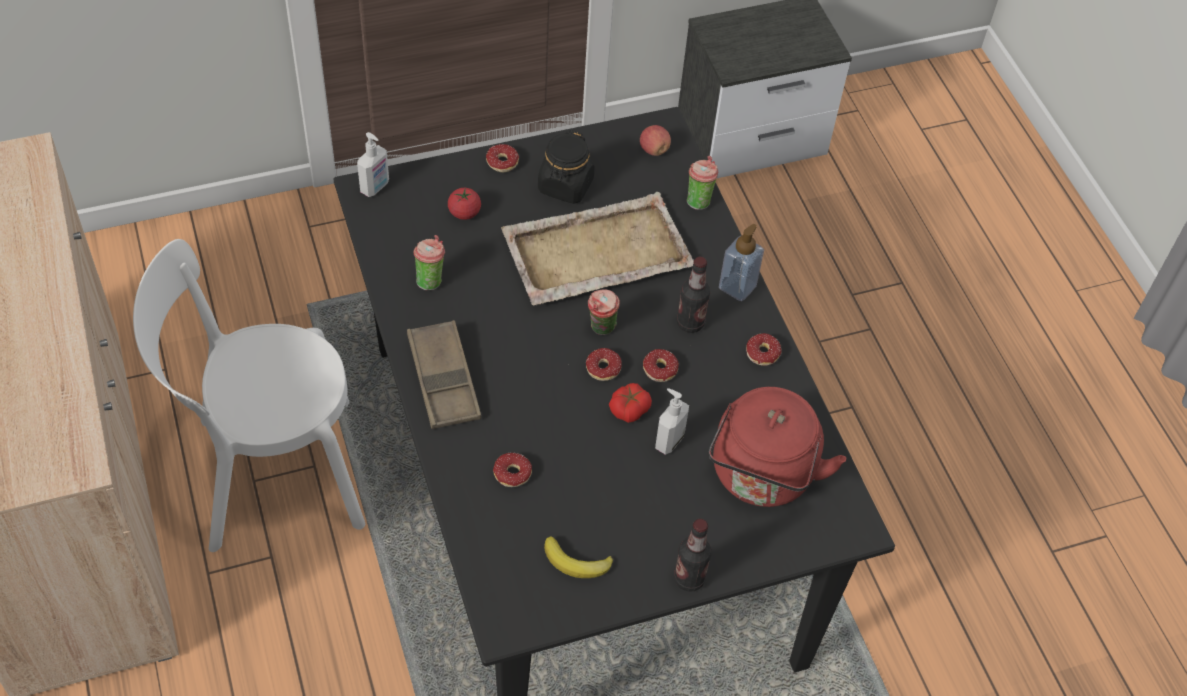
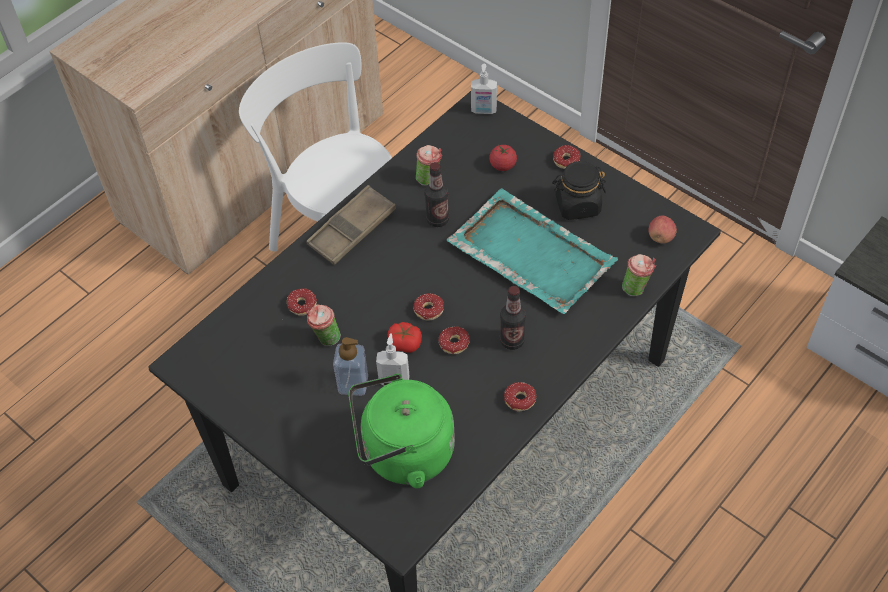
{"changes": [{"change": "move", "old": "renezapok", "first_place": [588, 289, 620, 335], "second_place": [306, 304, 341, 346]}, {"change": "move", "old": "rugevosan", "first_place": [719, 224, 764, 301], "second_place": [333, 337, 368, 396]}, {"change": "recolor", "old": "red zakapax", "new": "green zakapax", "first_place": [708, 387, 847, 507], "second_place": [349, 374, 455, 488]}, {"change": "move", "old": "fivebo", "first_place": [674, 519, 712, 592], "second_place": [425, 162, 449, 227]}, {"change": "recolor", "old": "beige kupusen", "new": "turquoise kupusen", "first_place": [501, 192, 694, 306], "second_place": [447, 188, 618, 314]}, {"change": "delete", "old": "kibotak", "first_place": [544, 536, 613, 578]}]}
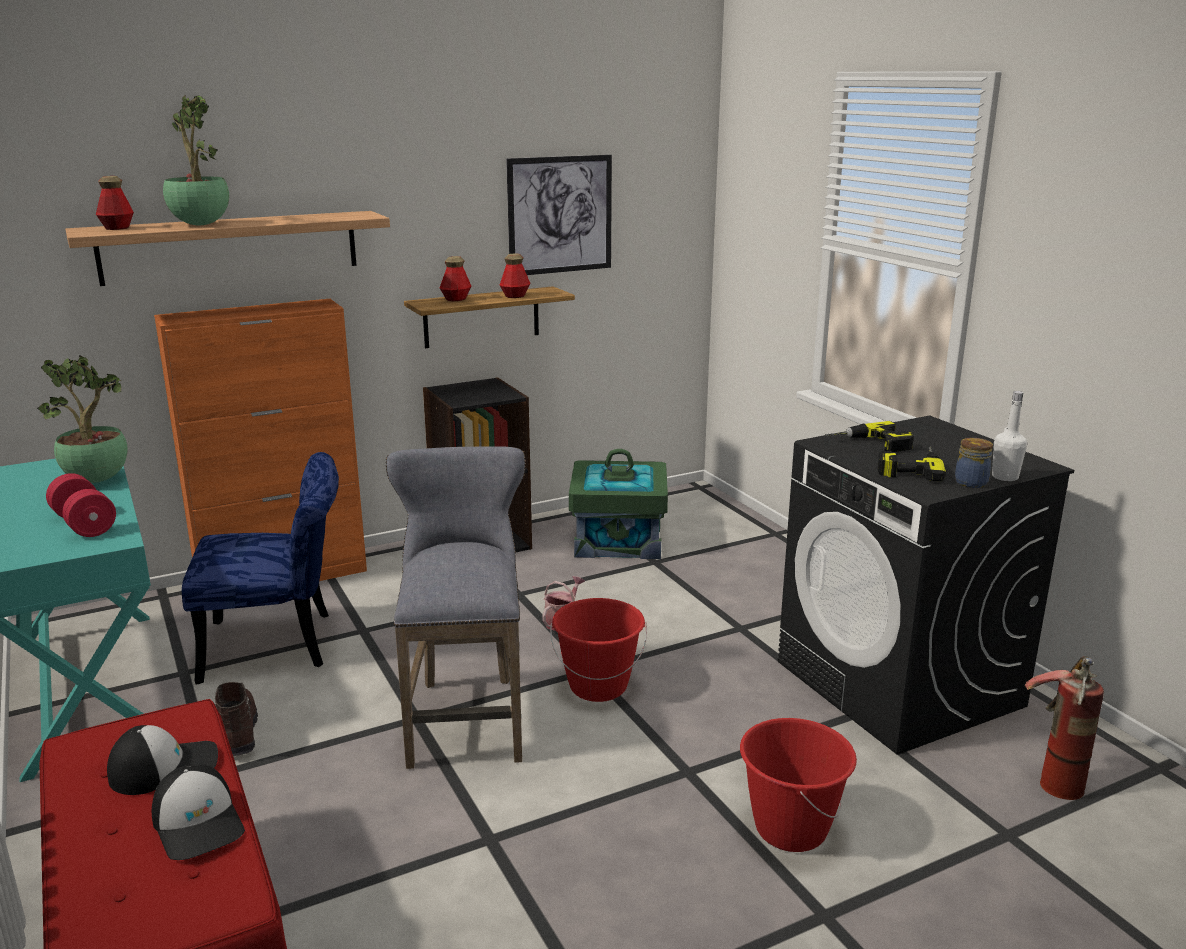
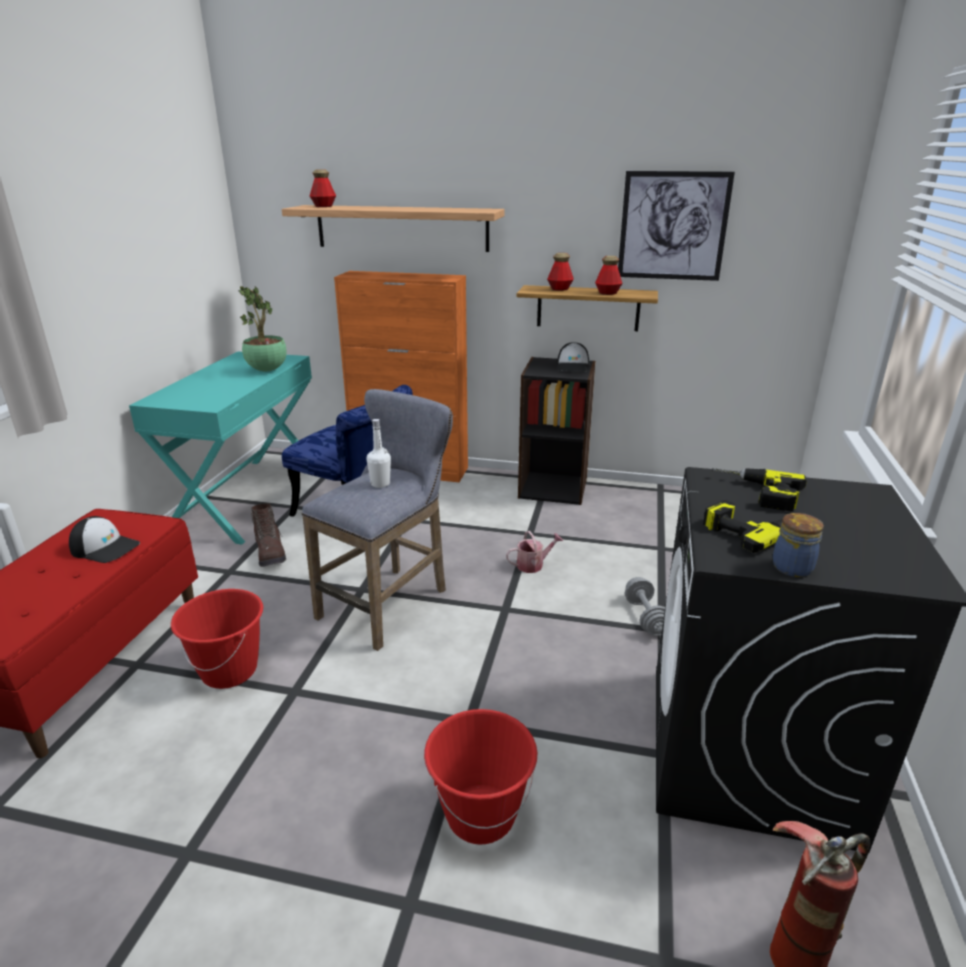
{"changes": [{"change": "move", "old": "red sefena", "first_place": [550, 598, 647, 702], "second_place": [171, 589, 263, 689]}, {"change": "rotate", "old": "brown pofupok", "first_place": [215, 682, 258, 756], "second_place": [251, 503, 286, 567], "degrees": 135}, {"change": "move", "old": "white fivebo", "first_place": [992, 391, 1027, 481], "second_place": [367, 419, 391, 488]}, {"change": "move", "old": "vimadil", "first_place": [152, 764, 245, 860], "second_place": [557, 342, 589, 372]}, {"change": "insert", "new": "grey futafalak", "second_place": [625, 577, 665, 636]}, {"change": "delete", "old": "red futafalak", "first_place": [46, 473, 116, 537]}, {"change": "delete", "old": "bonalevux", "first_place": [163, 95, 229, 225]}, {"change": "delete", "old": "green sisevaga", "first_place": [569, 449, 668, 559]}]}
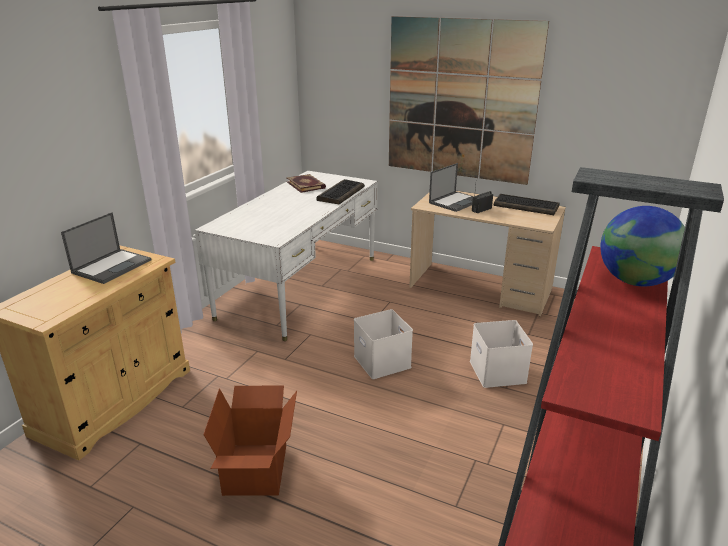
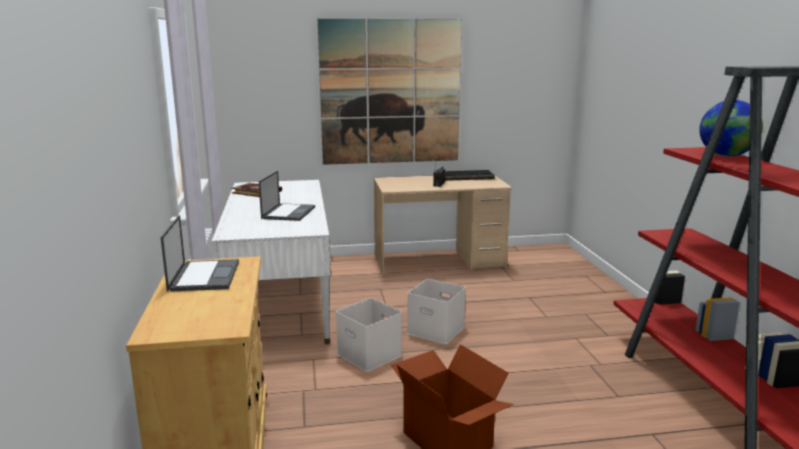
{"changes": [{"change": "move", "old": "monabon", "first_place": [429, 163, 474, 212], "second_place": [259, 171, 315, 221]}, {"change": "move", "old": "white sisevaga", "first_place": [470, 320, 533, 388], "second_place": [336, 298, 402, 372]}, {"change": "delete", "old": "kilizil", "first_place": [316, 179, 365, 204]}]}
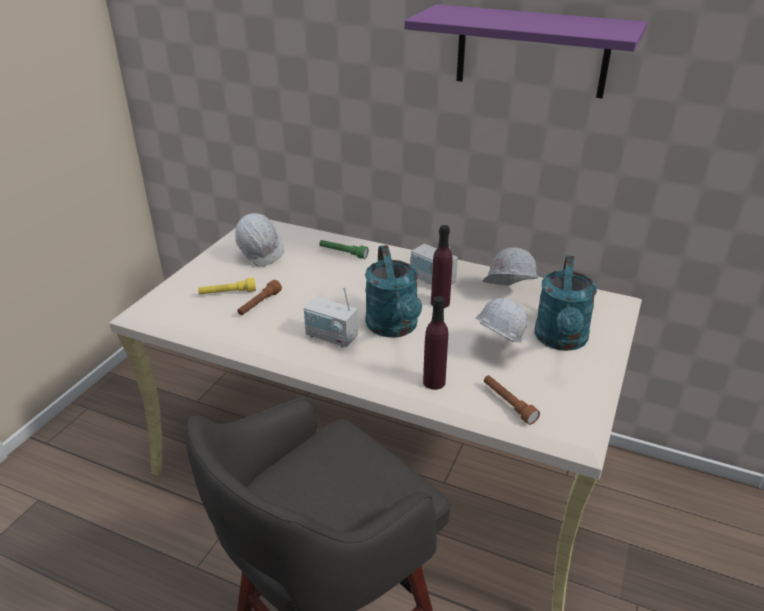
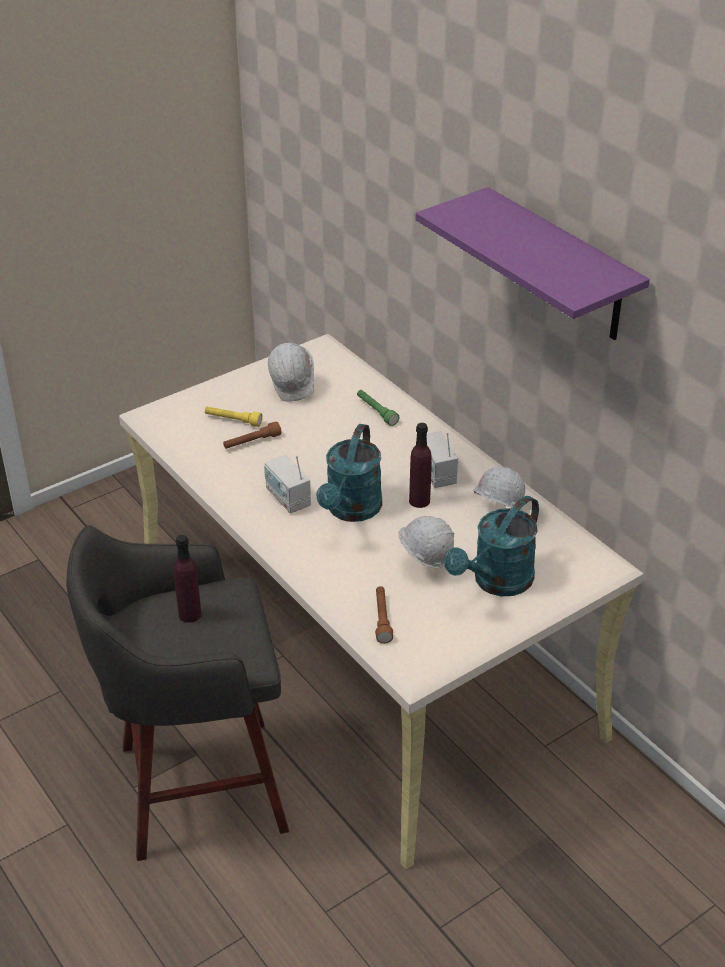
{"changes": [{"change": "move", "old": "purple fivebo", "first_place": [423, 296, 448, 390], "second_place": [174, 535, 202, 623]}]}
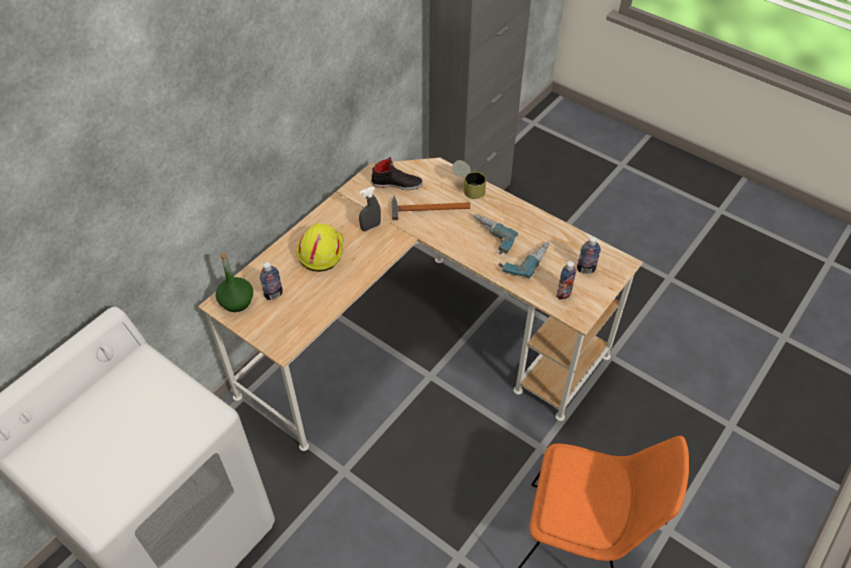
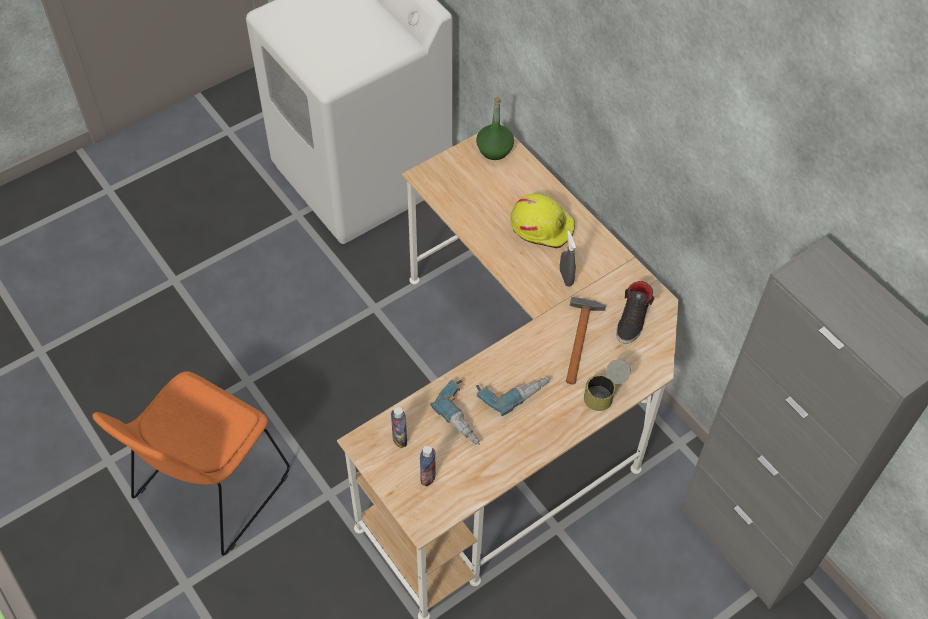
{"changes": [{"change": "delete", "old": "fivebo", "first_place": [260, 262, 283, 300]}]}
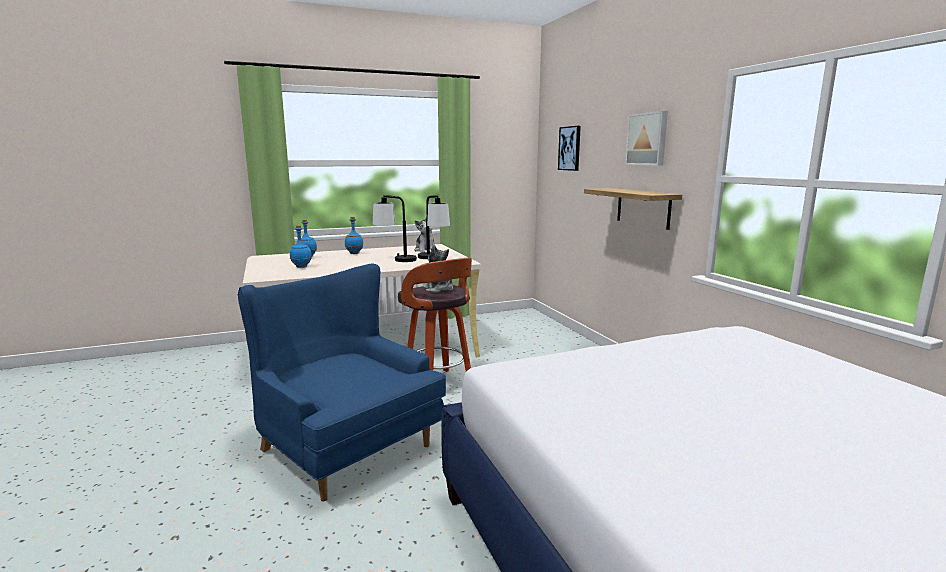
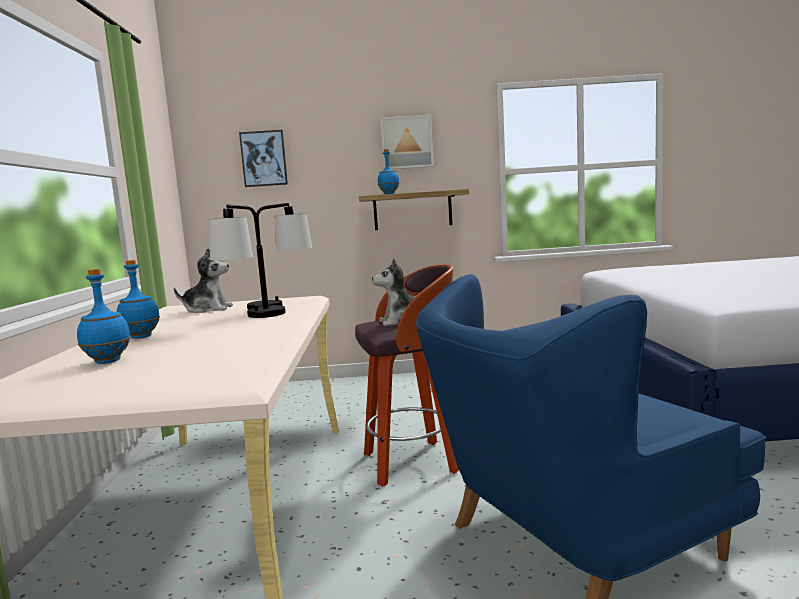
{"changes": [{"change": "move", "old": "blue fivebo", "first_place": [290, 225, 312, 268], "second_place": [378, 149, 399, 194]}]}
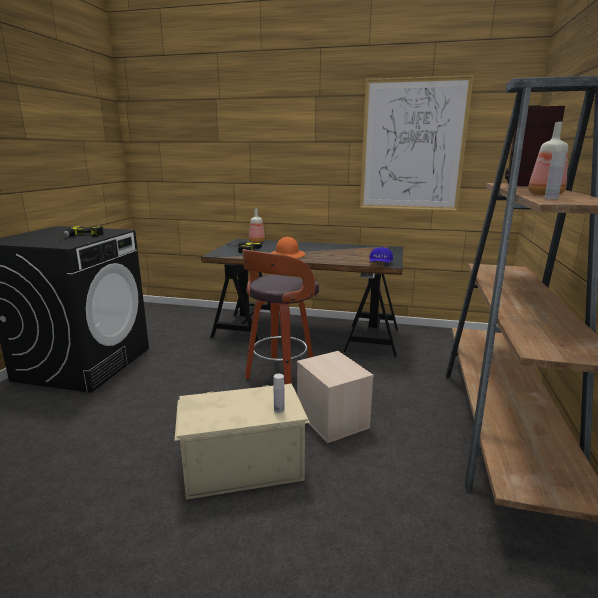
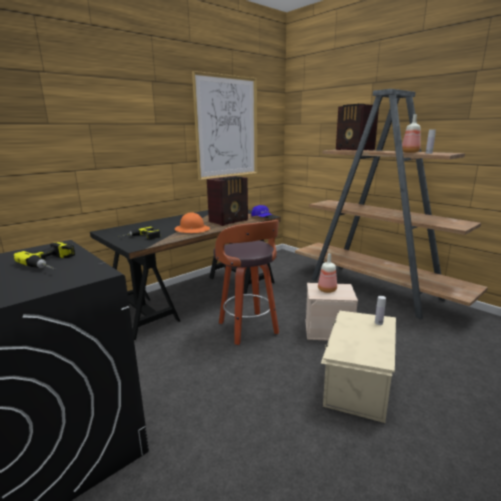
{"changes": [{"change": "insert", "new": "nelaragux", "second_place": [207, 176, 248, 226]}, {"change": "move", "old": "fivebo", "first_place": [249, 209, 265, 243], "second_place": [318, 253, 337, 293]}]}
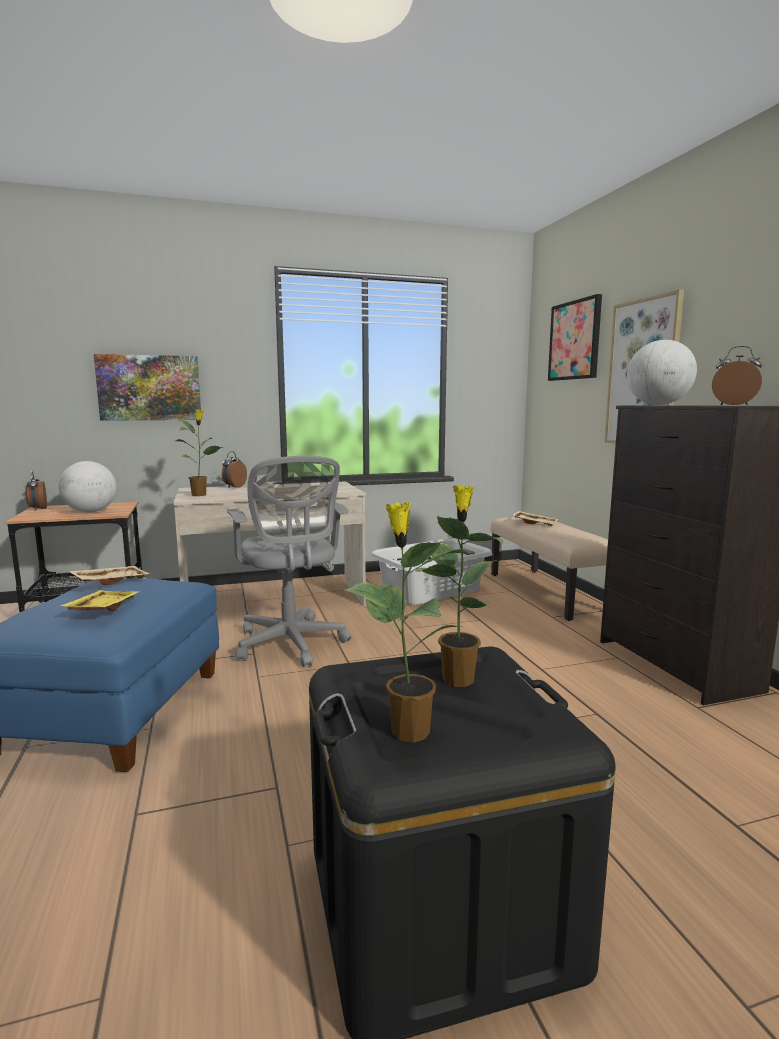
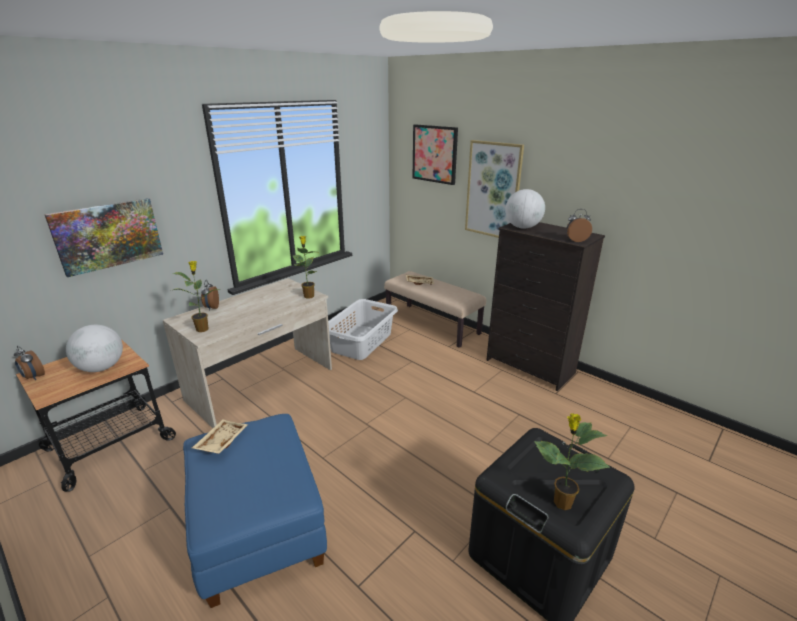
{"changes": [{"change": "move", "old": "bonalevux", "first_place": [417, 485, 503, 687], "second_place": [292, 236, 320, 299]}, {"change": "delete", "old": "yellow kupusen", "first_place": [60, 590, 139, 611]}, {"change": "delete", "old": "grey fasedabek", "first_place": [227, 456, 351, 667]}]}
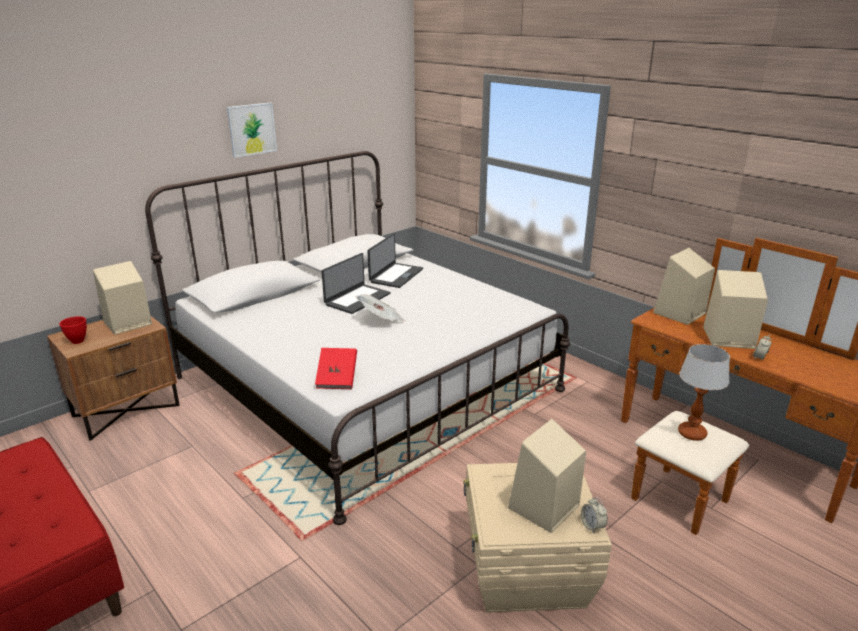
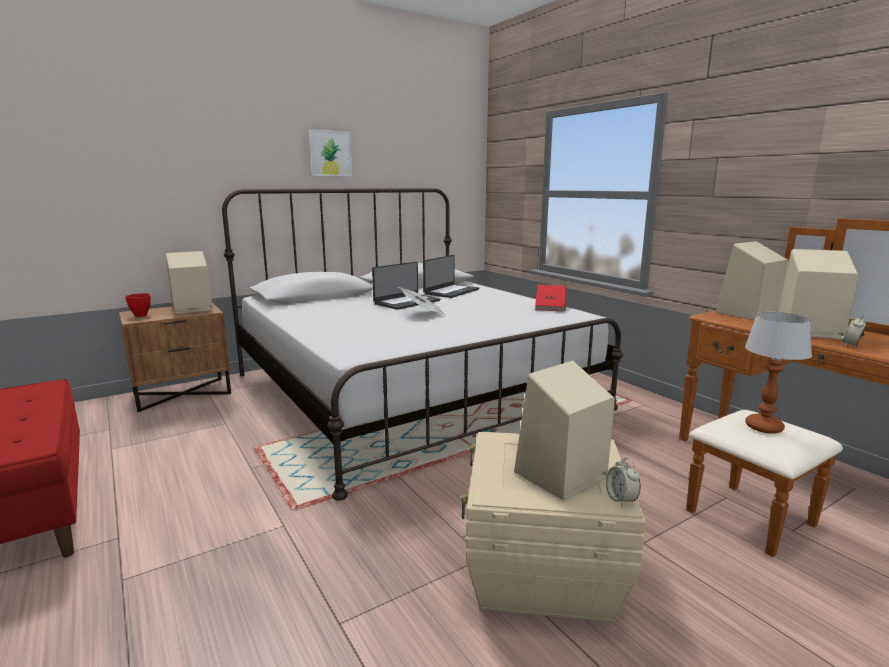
{"changes": [{"change": "move", "old": "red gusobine", "first_place": [315, 348, 357, 389], "second_place": [535, 284, 566, 312]}]}
